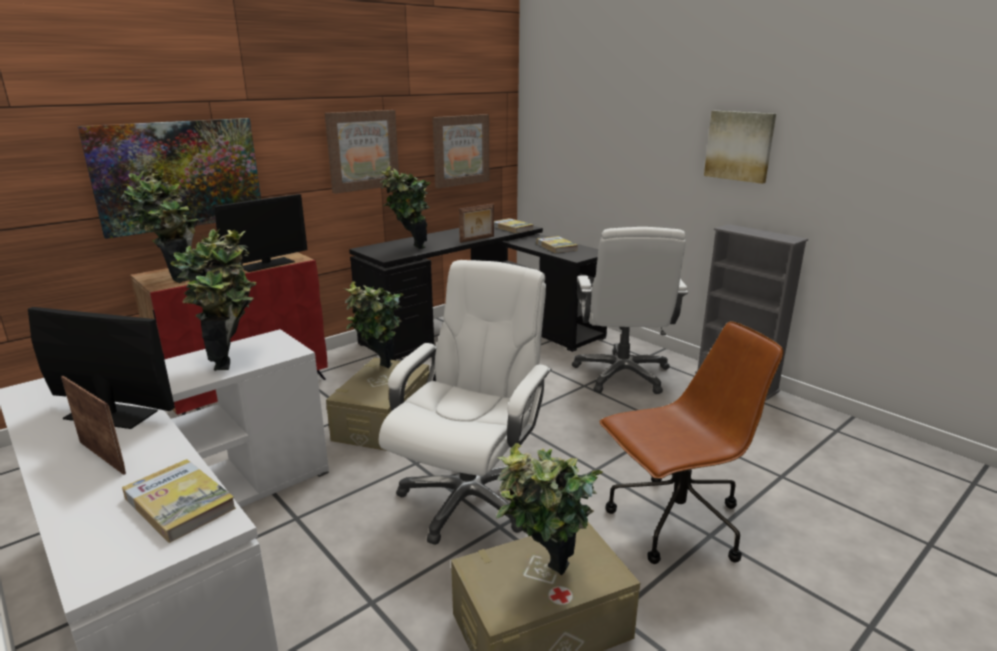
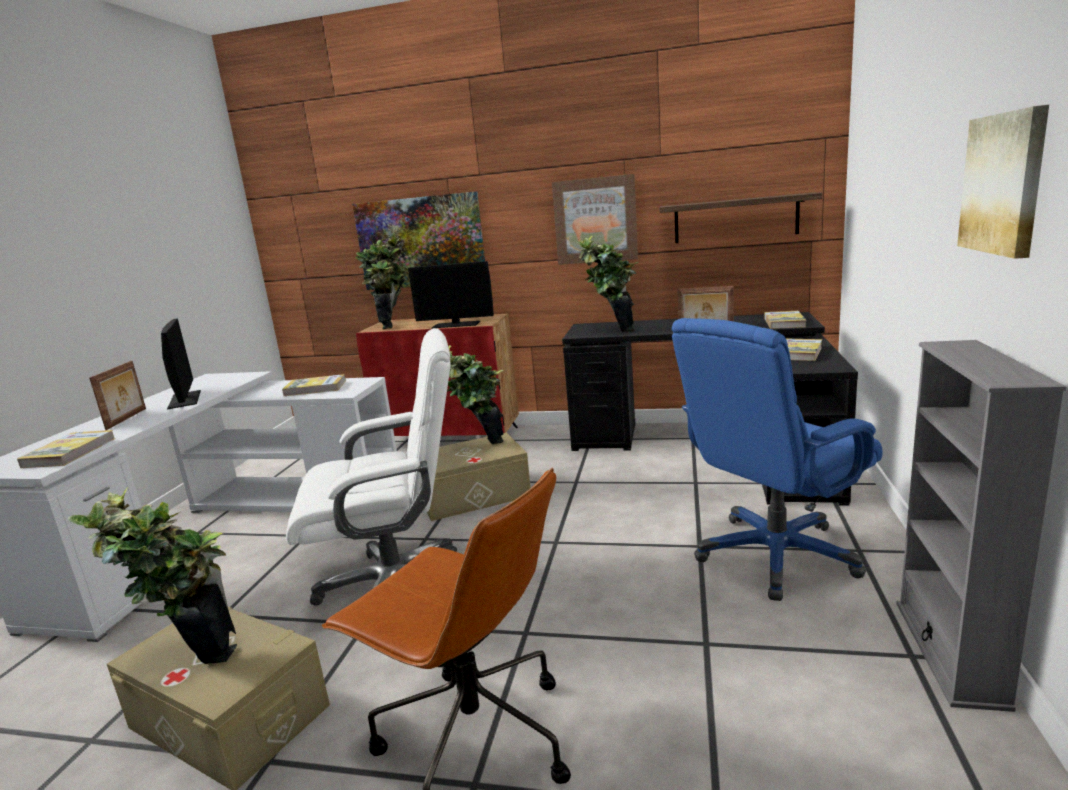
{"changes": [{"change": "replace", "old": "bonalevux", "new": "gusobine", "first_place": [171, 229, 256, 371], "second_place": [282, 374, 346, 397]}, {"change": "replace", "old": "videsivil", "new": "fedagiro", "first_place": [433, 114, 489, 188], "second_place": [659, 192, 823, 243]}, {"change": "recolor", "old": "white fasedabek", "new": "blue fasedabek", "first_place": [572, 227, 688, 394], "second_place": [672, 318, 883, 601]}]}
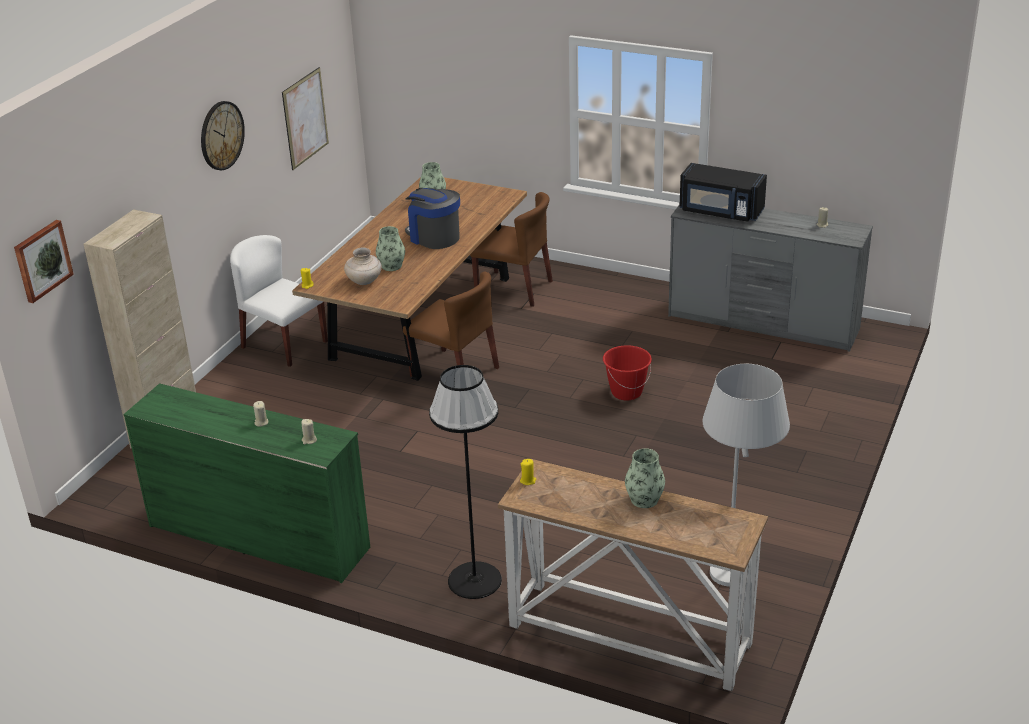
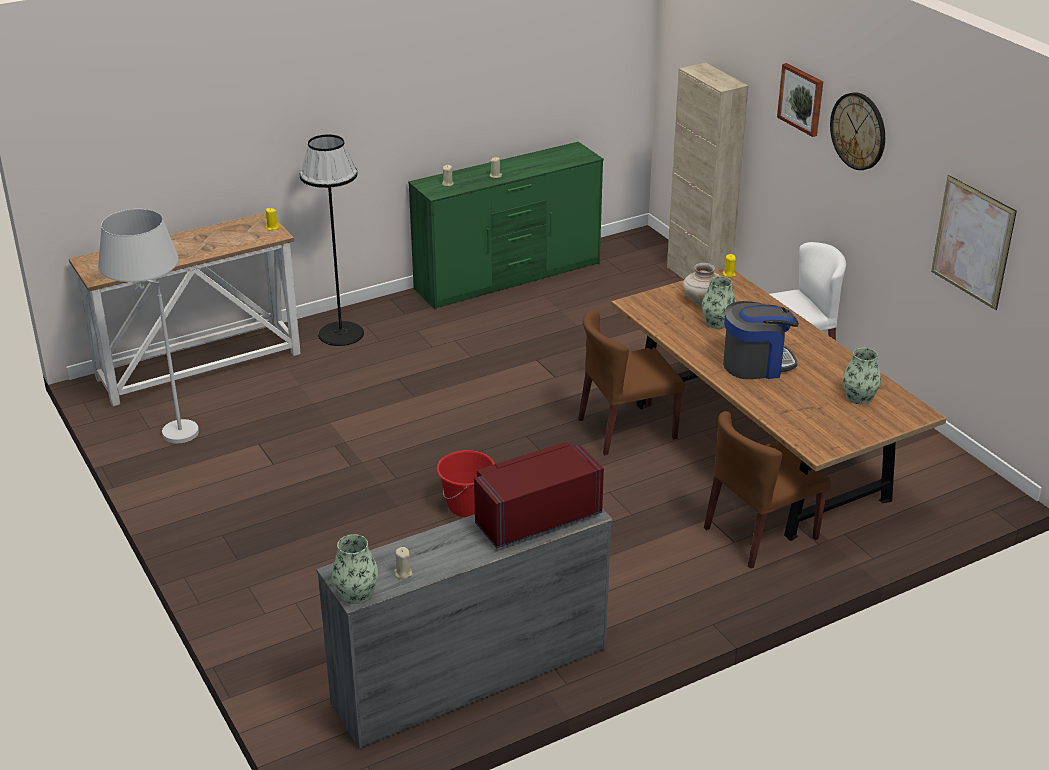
{"changes": [{"change": "move", "old": "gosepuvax", "first_place": [625, 448, 665, 508], "second_place": [331, 534, 378, 604]}, {"change": "recolor", "old": "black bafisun", "new": "red bafisun", "first_place": [679, 163, 767, 222], "second_place": [474, 442, 604, 548]}, {"change": "move", "old": "videsivil", "first_place": [14, 220, 74, 303], "second_place": [777, 63, 823, 137]}]}
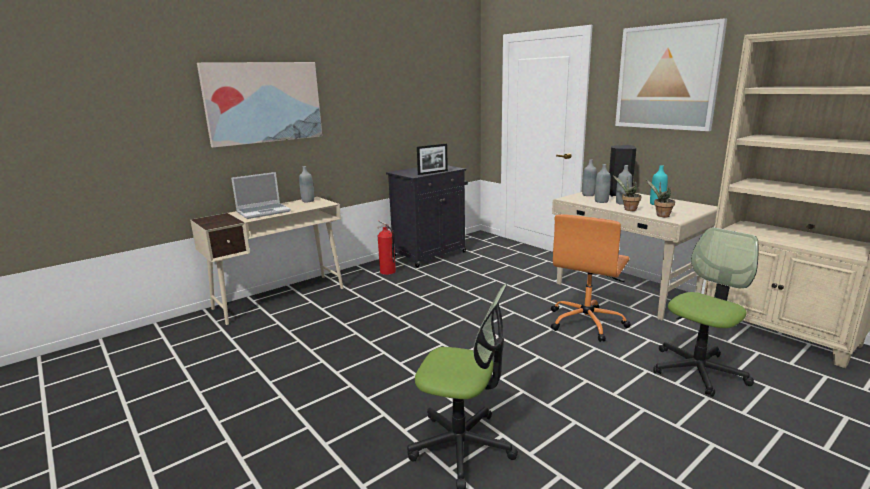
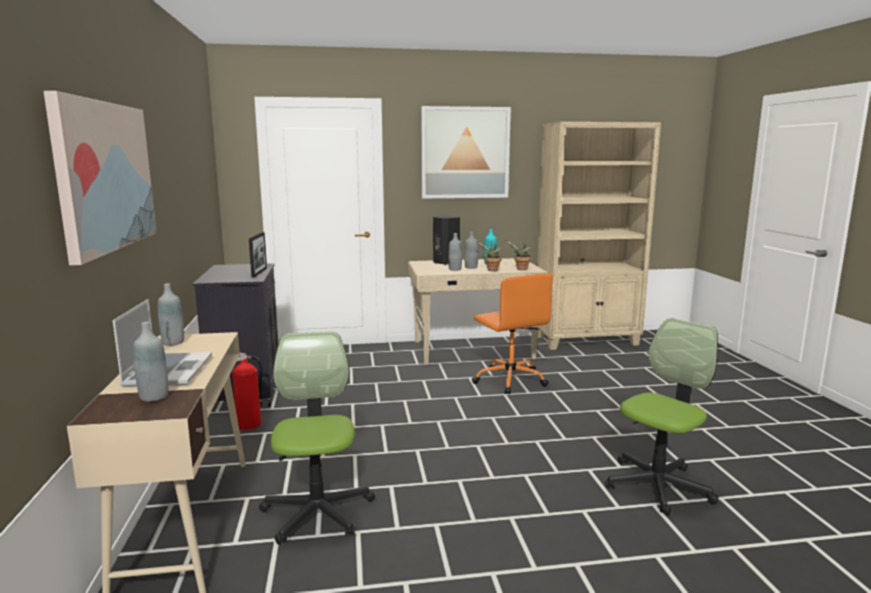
{"changes": [{"change": "move", "old": "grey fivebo", "first_place": [582, 159, 597, 196], "second_place": [133, 321, 168, 402]}, {"change": "move", "old": "fasedabek", "first_place": [653, 227, 759, 397], "second_place": [259, 331, 375, 545]}]}
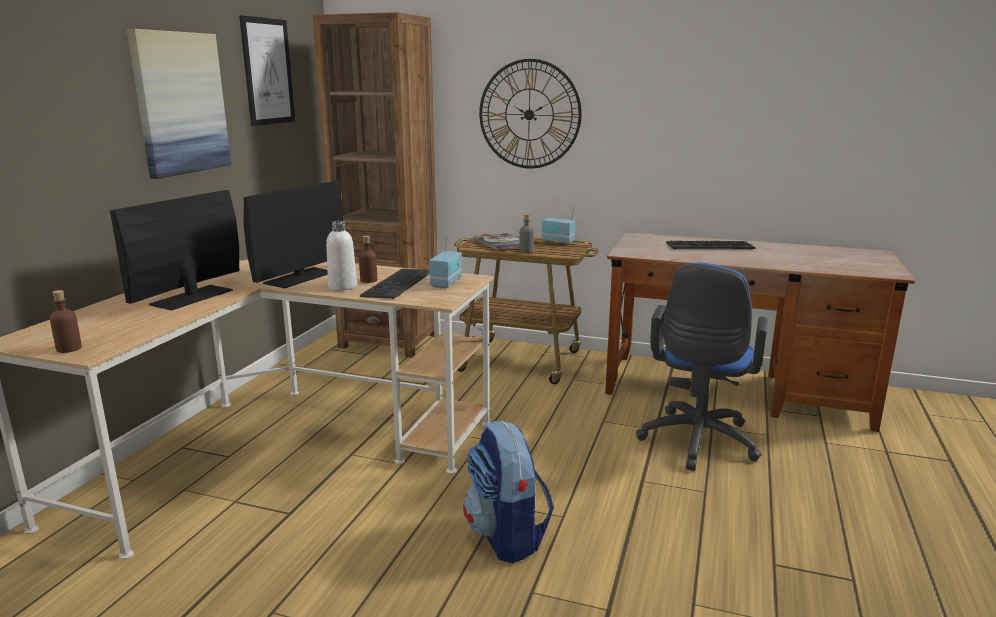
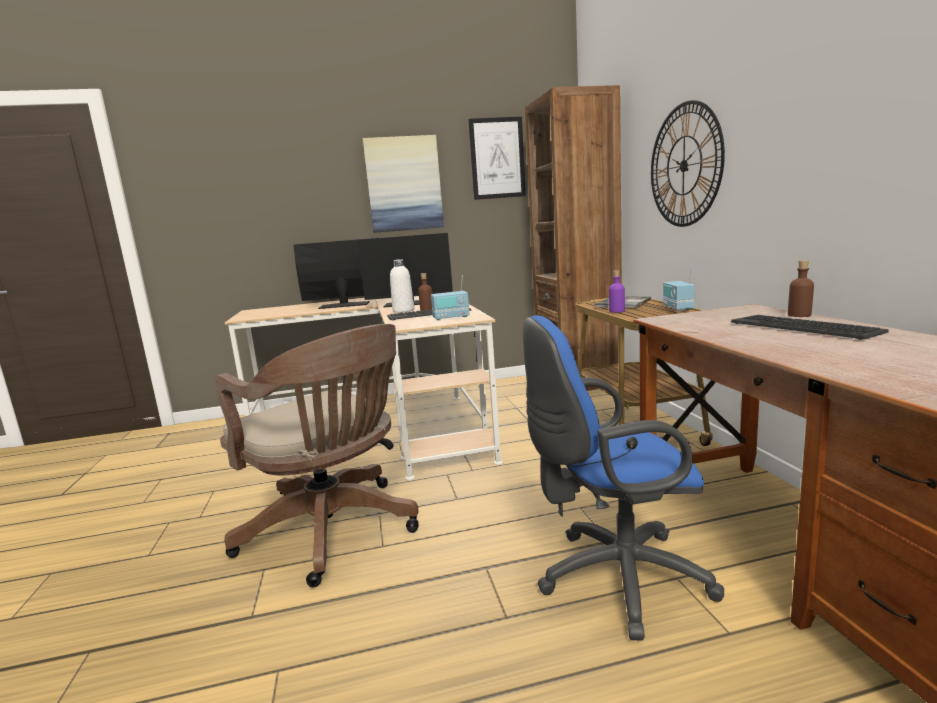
{"changes": [{"change": "replace", "old": "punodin", "new": "brown fasedabek", "first_place": [463, 420, 554, 563], "second_place": [215, 324, 419, 587]}, {"change": "recolor", "old": "grey fivebo", "new": "purple fivebo", "first_place": [520, 214, 534, 253], "second_place": [609, 270, 625, 312]}, {"change": "move", "old": "brown fivebo", "first_place": [50, 290, 82, 353], "second_place": [788, 260, 814, 317]}]}
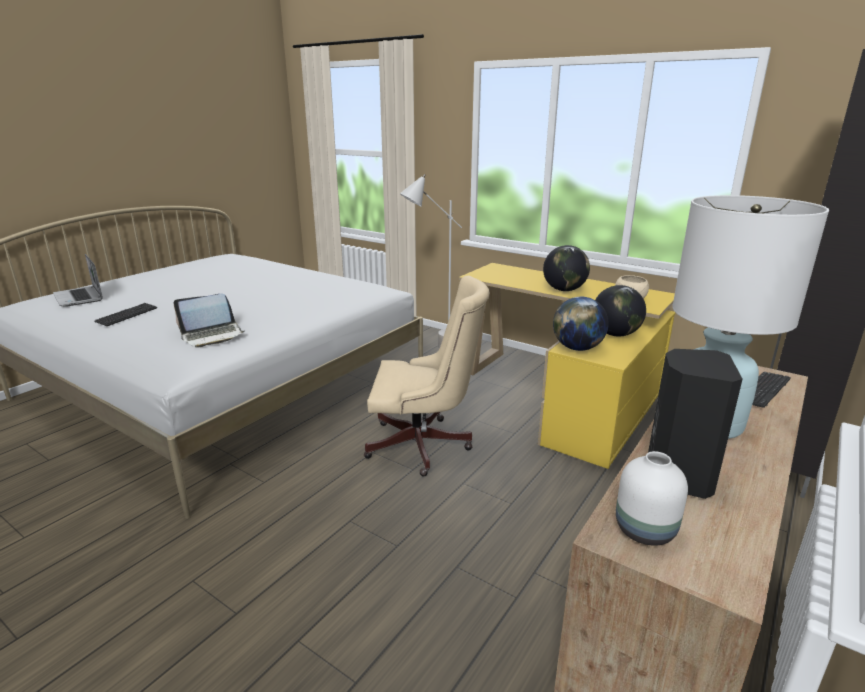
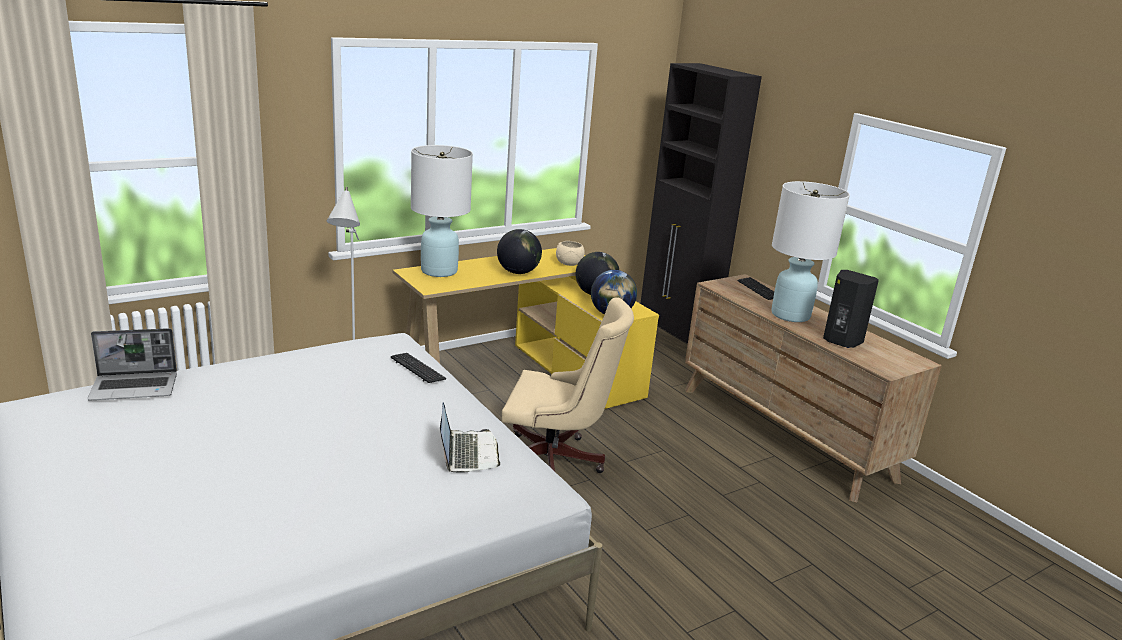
{"changes": [{"change": "move", "old": "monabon", "first_place": [53, 254, 103, 307], "second_place": [87, 328, 177, 401]}, {"change": "move", "old": "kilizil", "first_place": [95, 303, 157, 326], "second_place": [390, 353, 446, 383]}, {"change": "insert", "new": "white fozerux", "second_place": [411, 145, 473, 277]}, {"change": "rotate", "old": "beige fasedabek", "first_place": [364, 276, 490, 477], "second_place": [502, 297, 634, 473], "degrees": 75}, {"change": "delete", "old": "white gosepuvax", "first_place": [616, 451, 688, 546]}]}
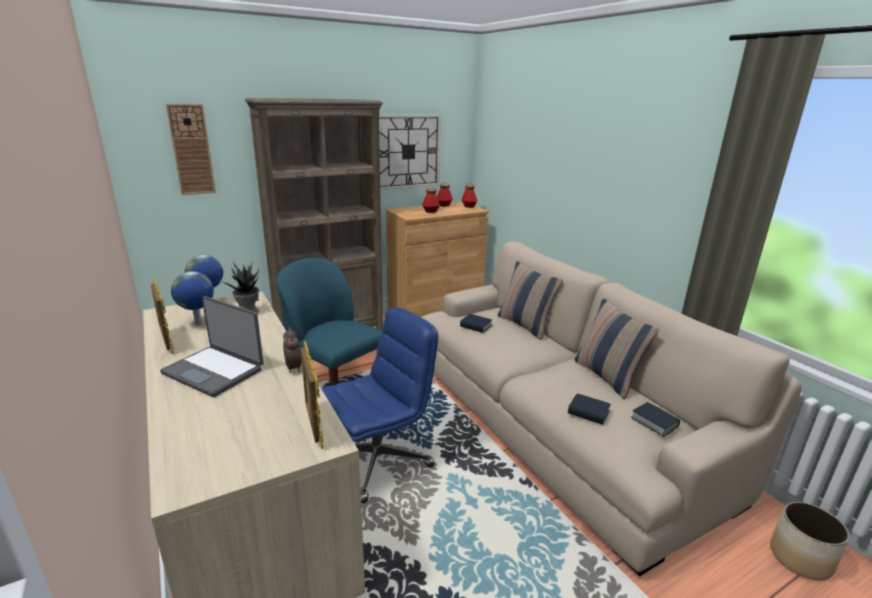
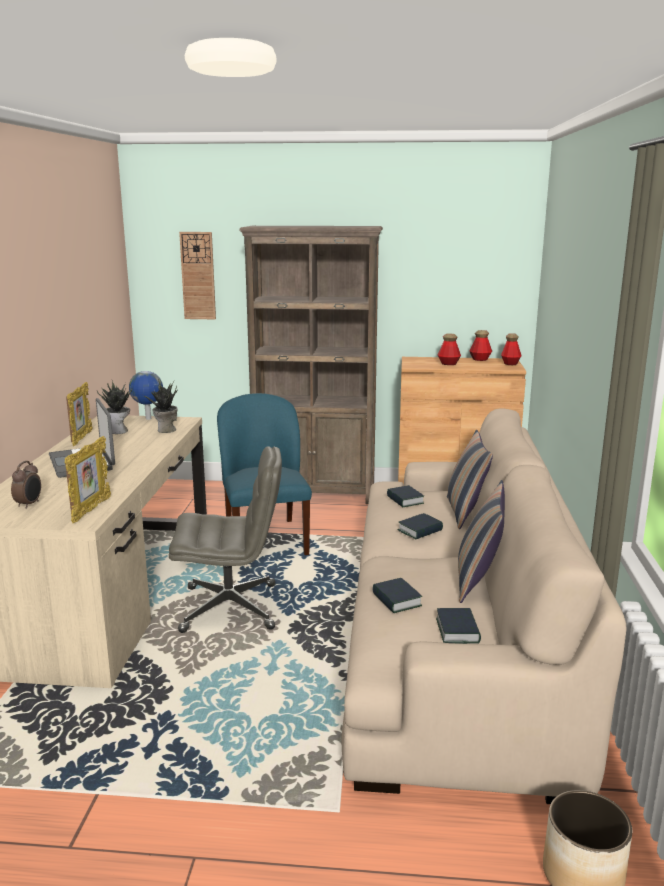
{"changes": [{"change": "move", "old": "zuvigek", "first_place": [283, 328, 302, 372], "second_place": [11, 461, 41, 509]}, {"change": "replace", "old": "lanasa", "new": "bonalevux", "first_place": [171, 271, 214, 326], "second_place": [97, 380, 132, 434]}, {"change": "recolor", "old": "blue fasedabek", "new": "grey fasedabek", "first_place": [321, 307, 438, 503], "second_place": [169, 446, 282, 633]}, {"change": "insert", "new": "gusobine", "second_place": [397, 513, 443, 539]}, {"change": "delete", "old": "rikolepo", "first_place": [379, 114, 441, 190]}]}
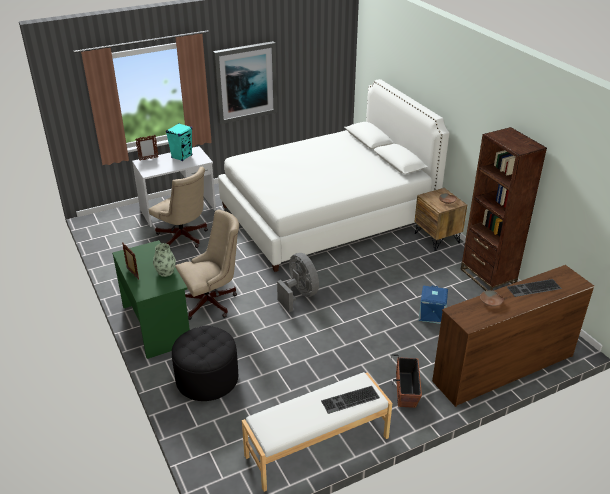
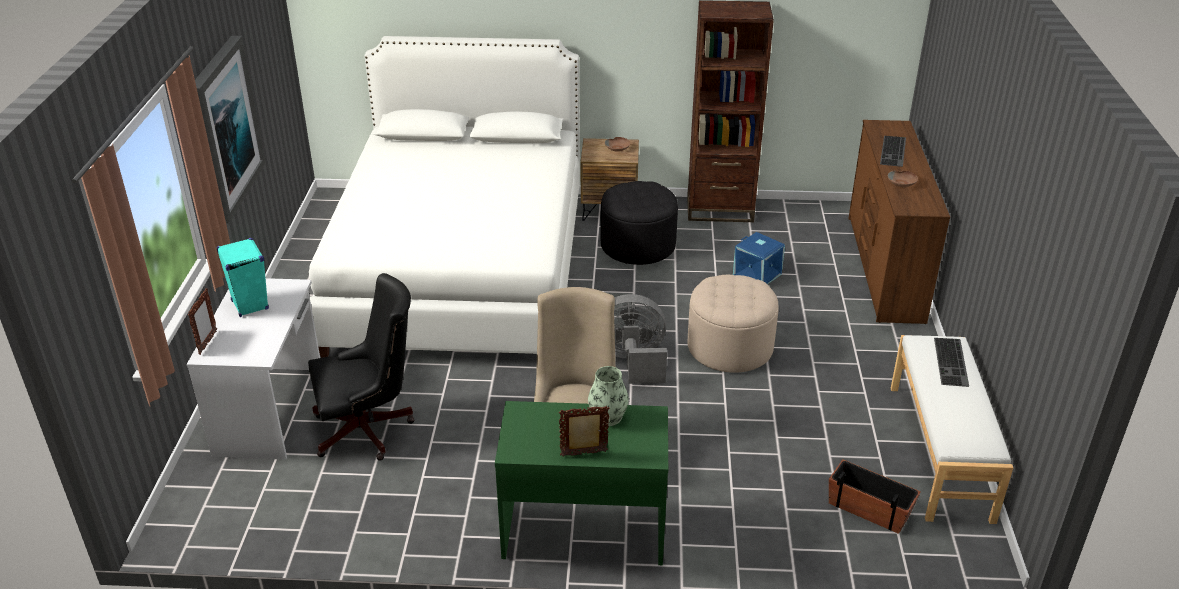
{"changes": [{"change": "recolor", "old": "beige fasedabek", "new": "black fasedabek", "first_place": [149, 167, 208, 248], "second_place": [308, 273, 414, 461]}, {"change": "move", "old": "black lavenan", "first_place": [172, 325, 238, 401], "second_place": [601, 181, 678, 265]}, {"change": "insert", "new": "beige lavenan", "second_place": [688, 275, 779, 373]}, {"change": "move", "old": "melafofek", "first_place": [392, 354, 422, 408], "second_place": [829, 460, 921, 534]}]}
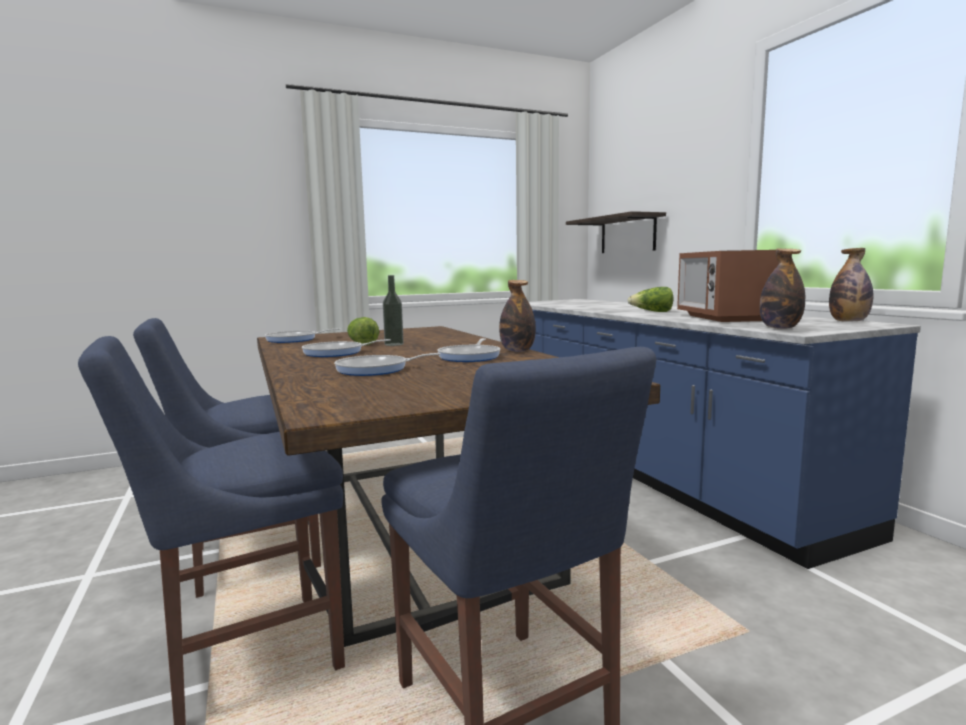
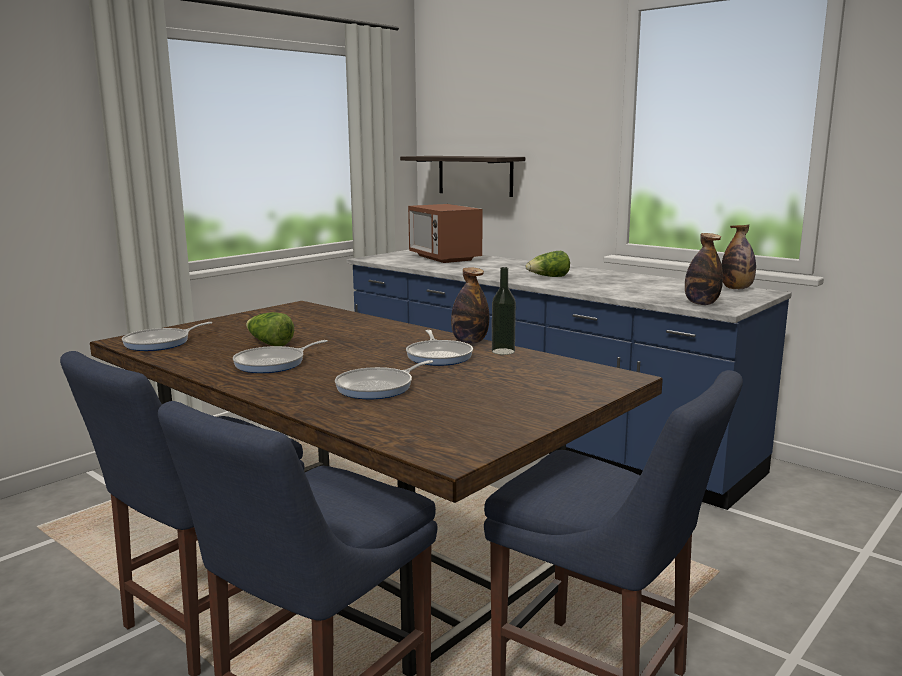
{"changes": [{"change": "move", "old": "bafisun", "first_place": [677, 250, 779, 322], "second_place": [408, 204, 483, 263]}, {"change": "move", "old": "fivebo", "first_place": [383, 275, 404, 346], "second_place": [492, 267, 516, 355]}]}
